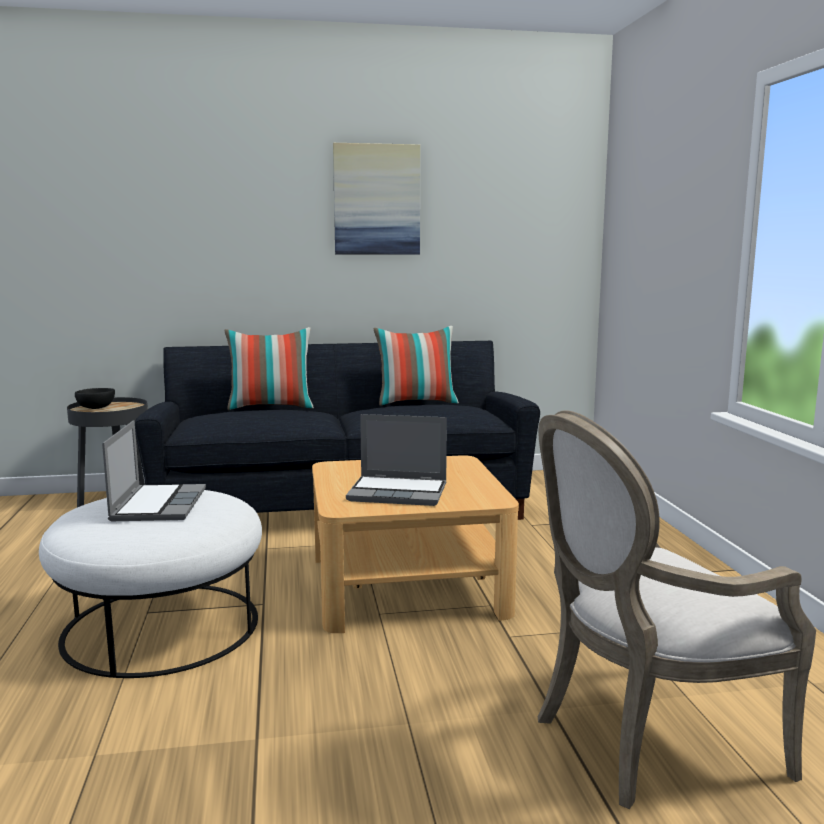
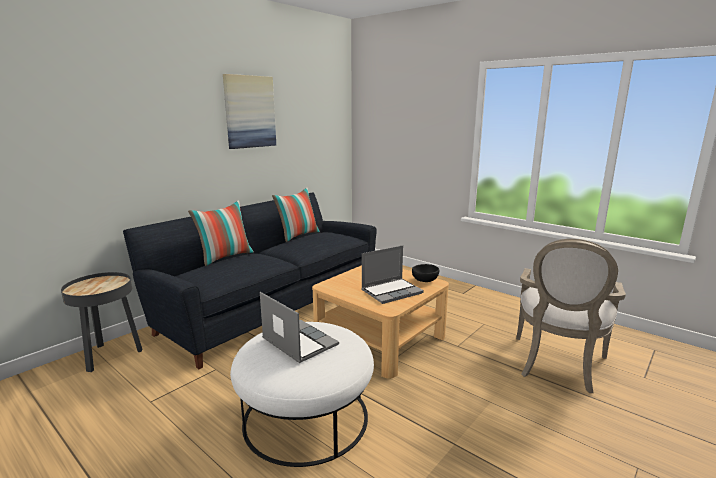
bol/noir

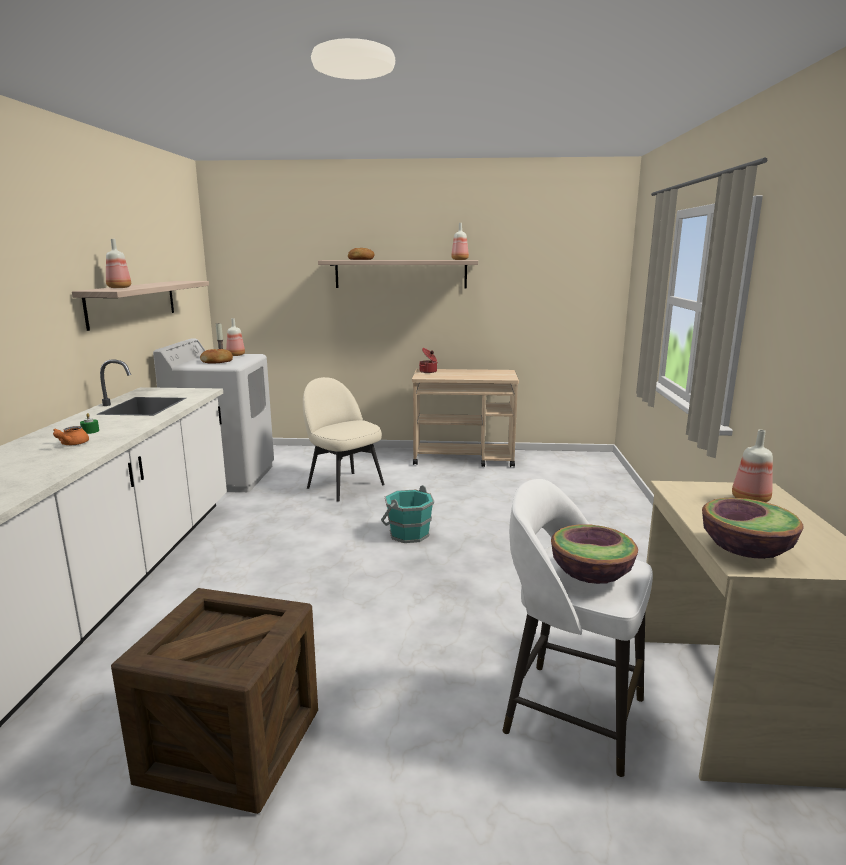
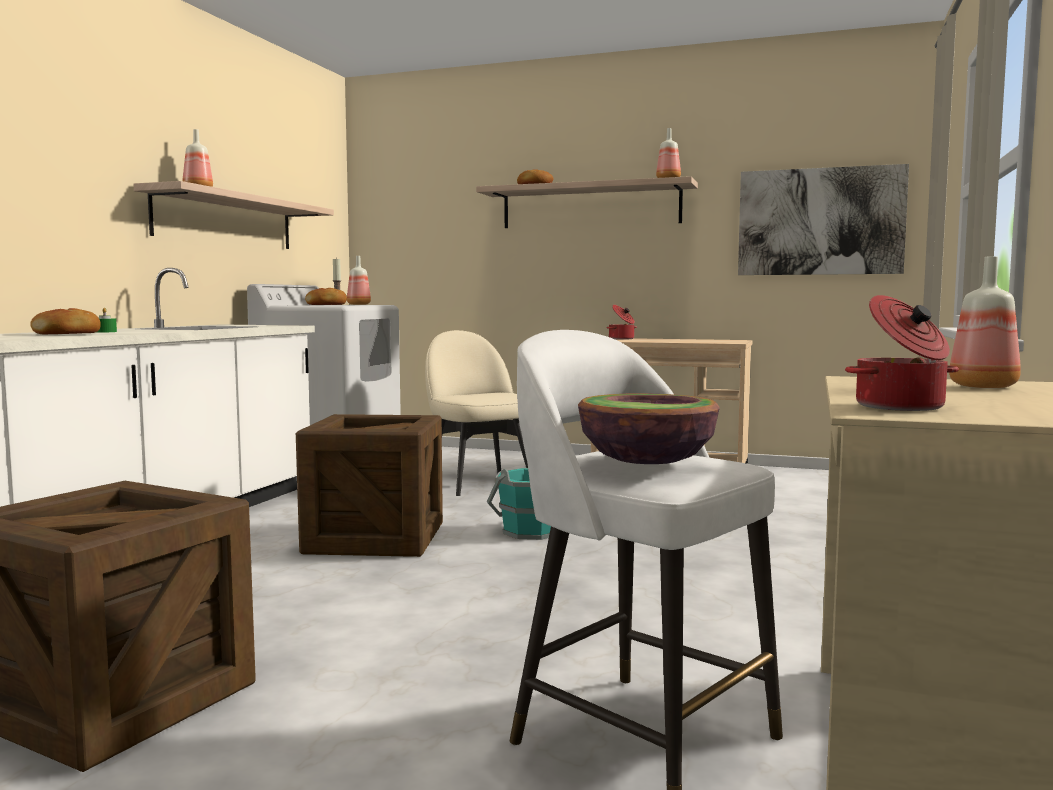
caisse (no. 2 from left); tableau; pain (no. 1 from left); marmite (no. 2 from left)

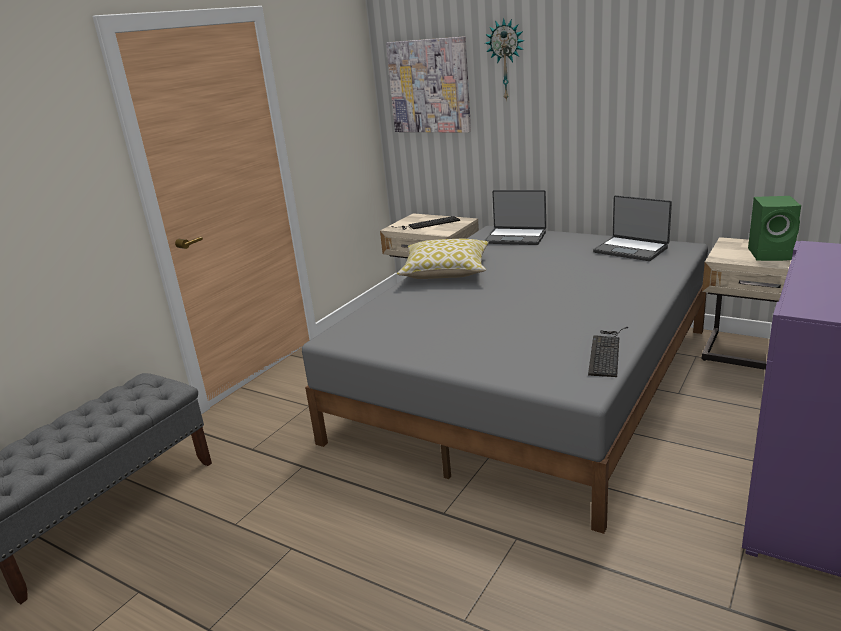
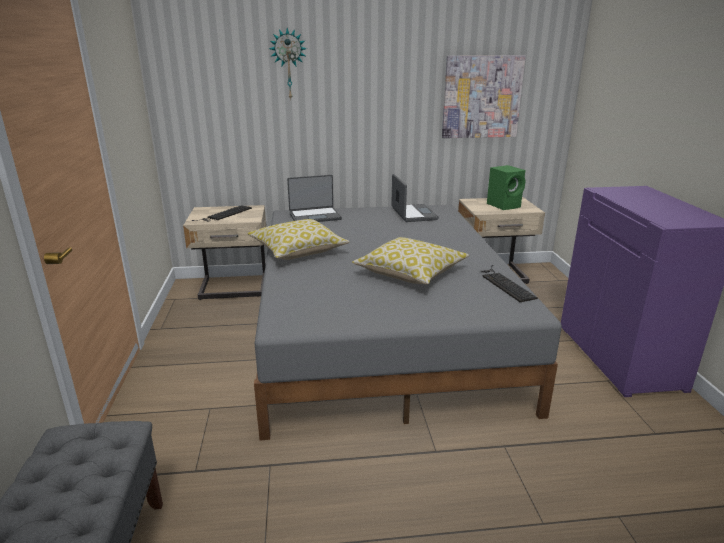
coussin (no. 2 from left); tableau; ordinateur portable (no. 2 from left)

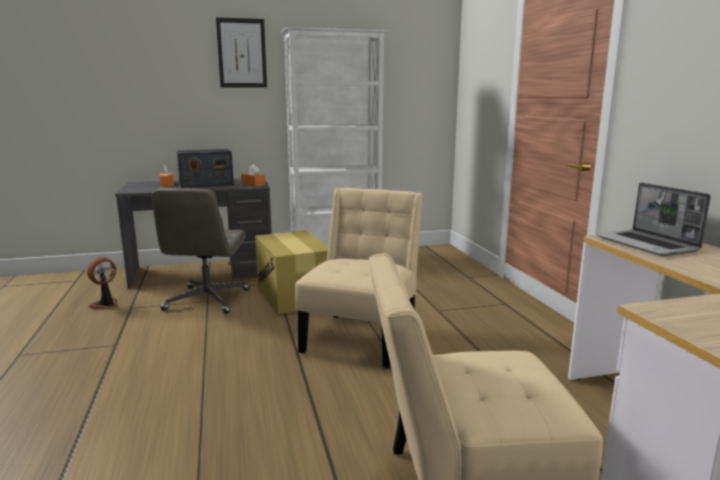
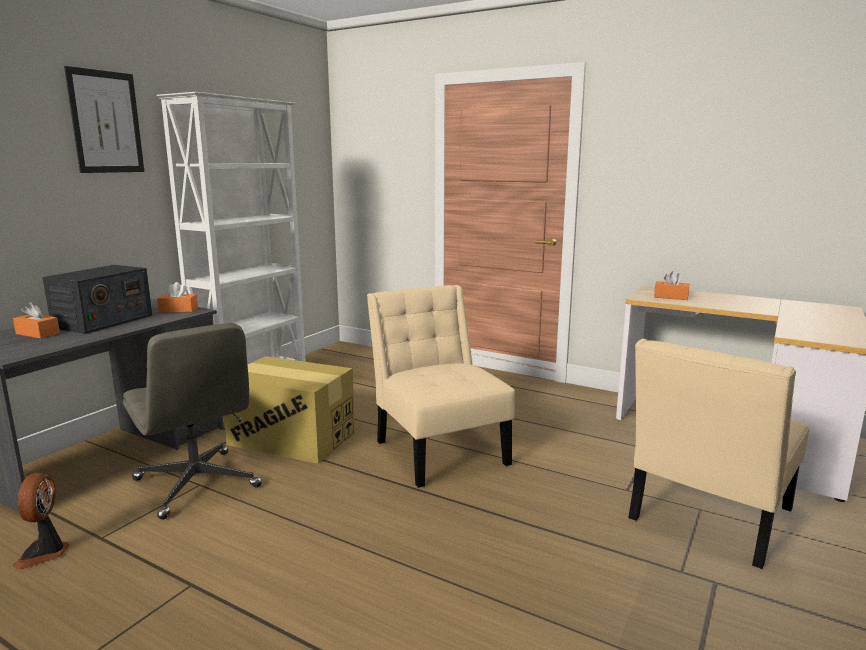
boîte à mouchoirs/orange (no. 3 from left)

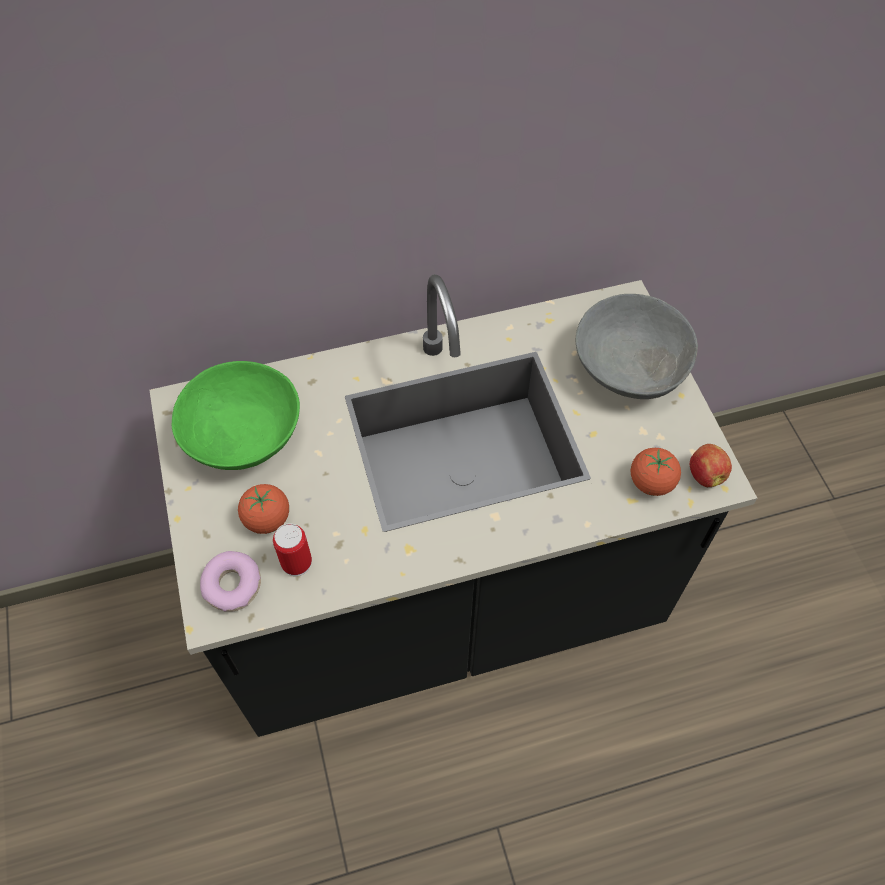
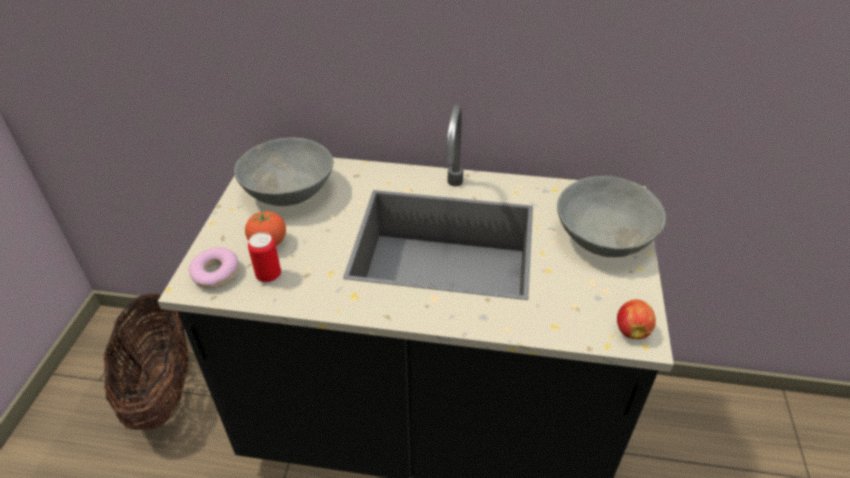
tomate (no. 2 from left in the first image); panier; bol/gris (no. 1 from left)

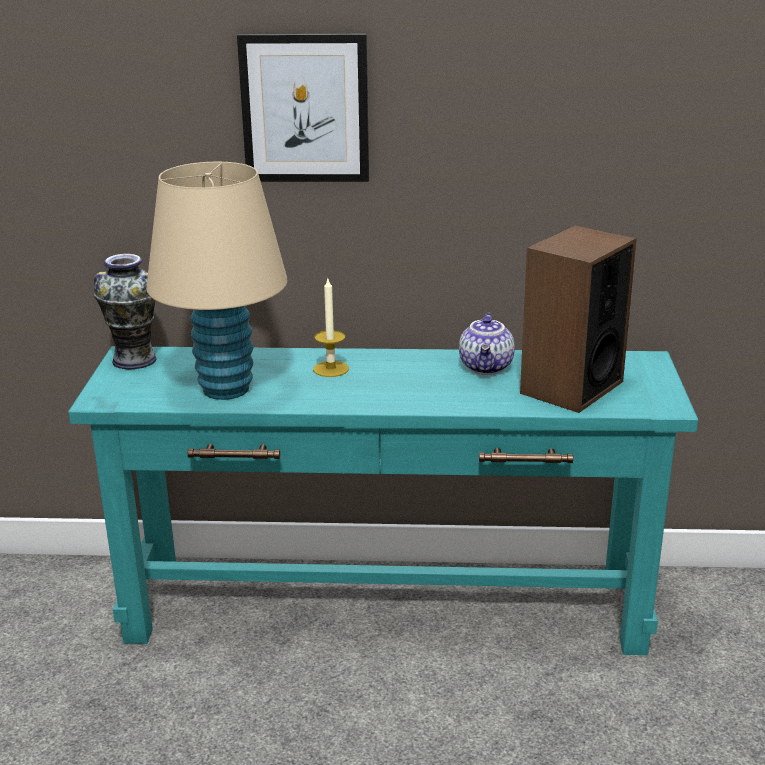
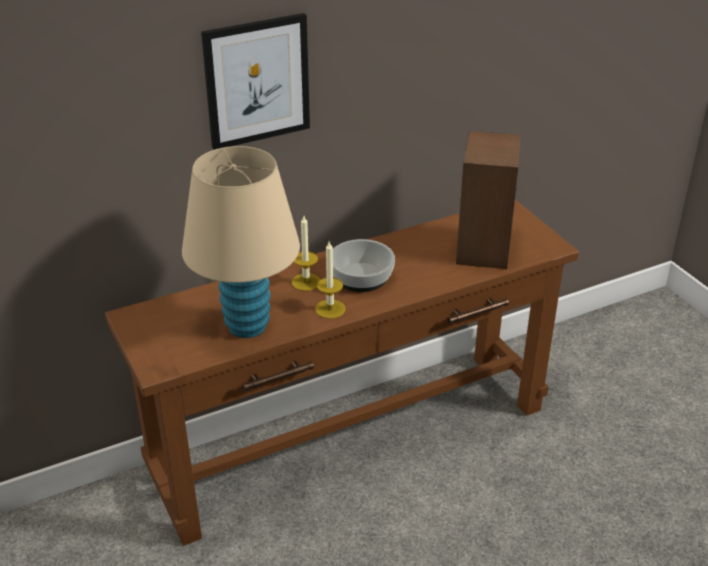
vase; théière; bougie (no. 2 from left); bol; table console/marron

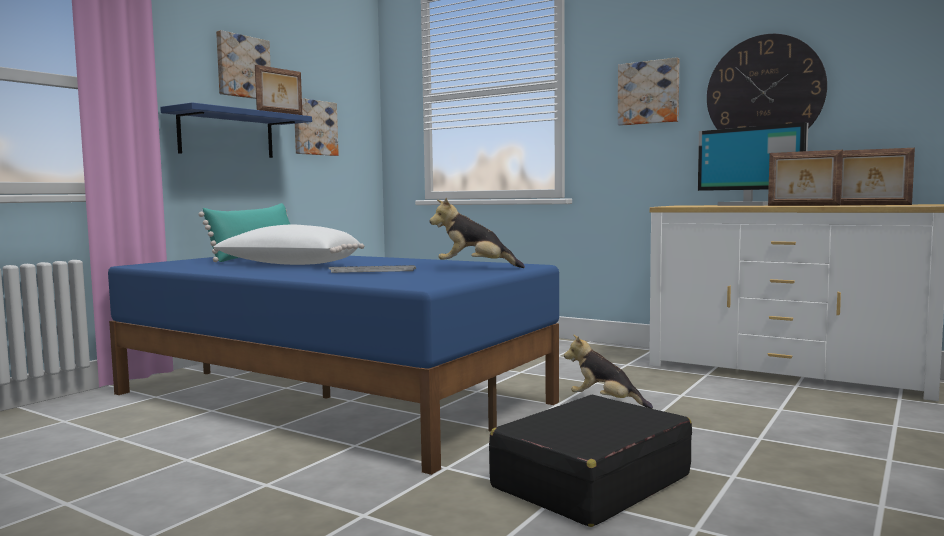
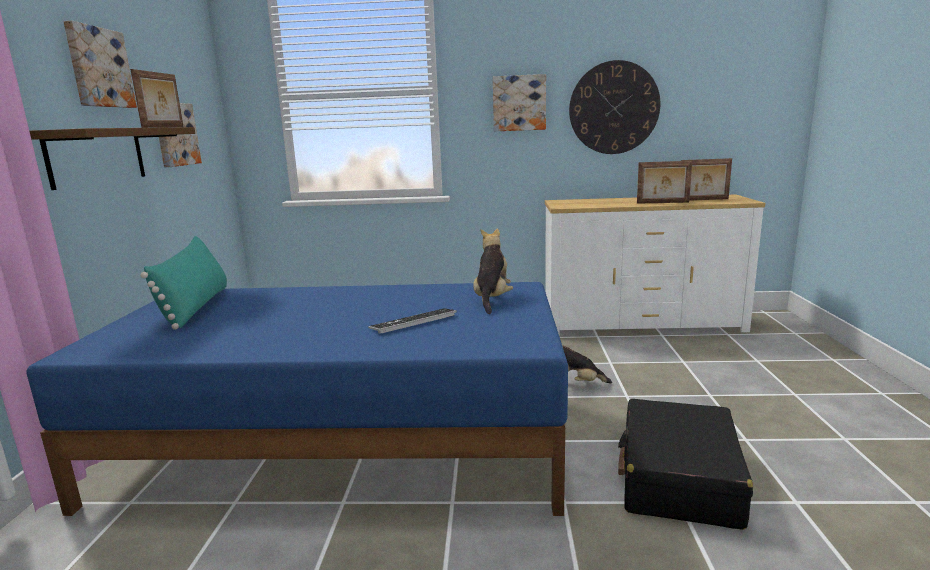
coussin/blanc; écran d'ordinateur; étagère/marron; peluche (no. 1 from left)

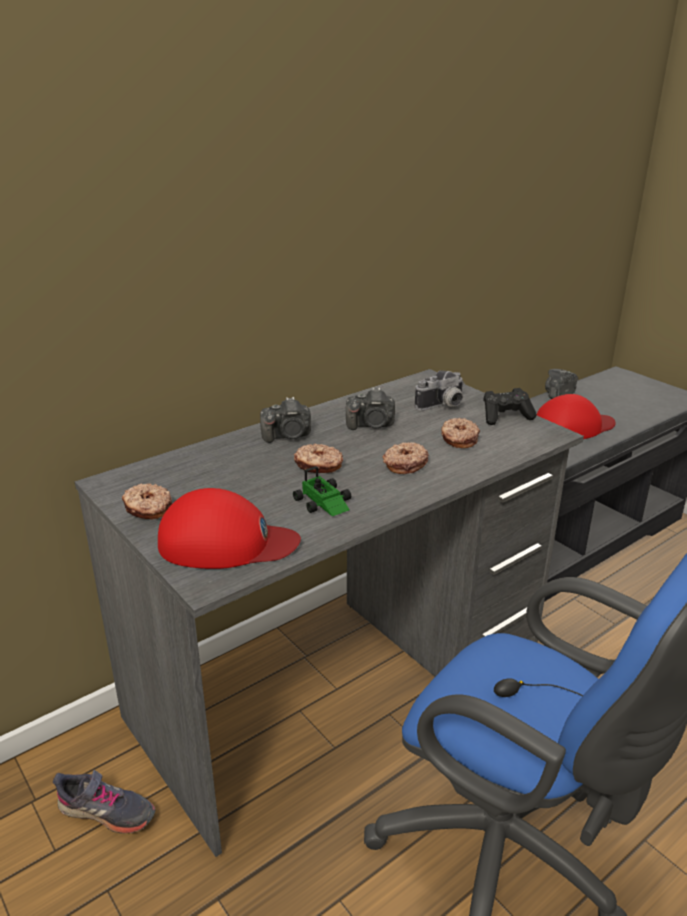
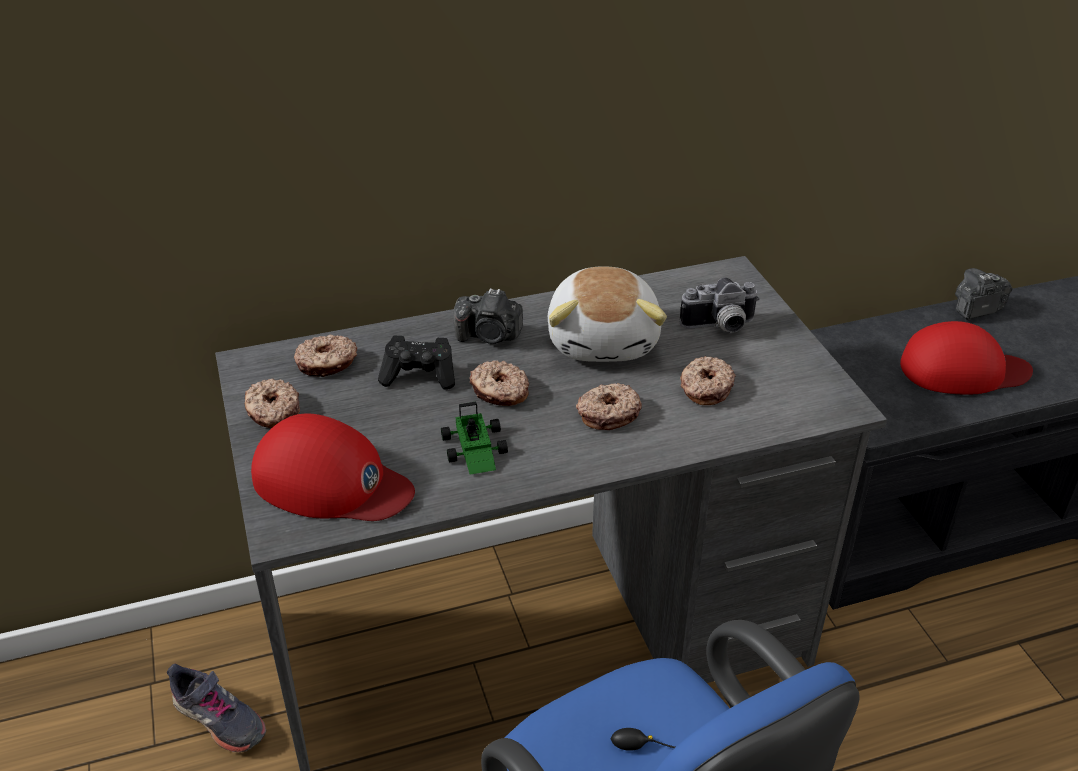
beignet (no. 2 from left); manette/noir; peluche

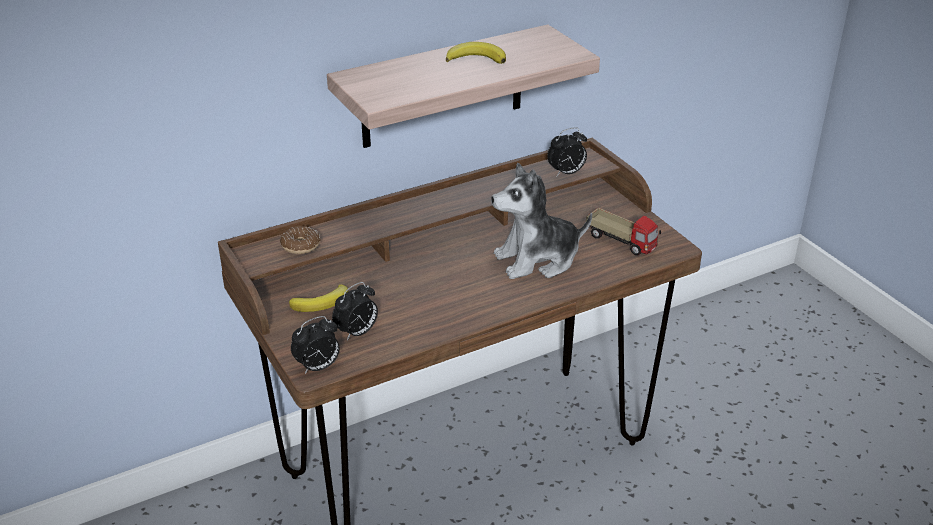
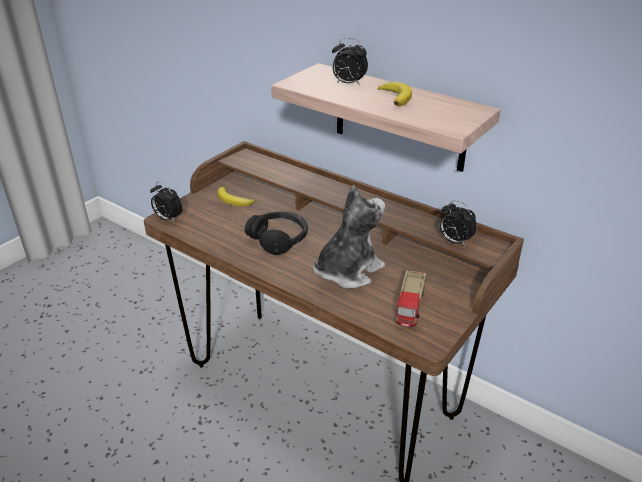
beignet; casque audio/noir; réveil (no. 2 from left); peluche

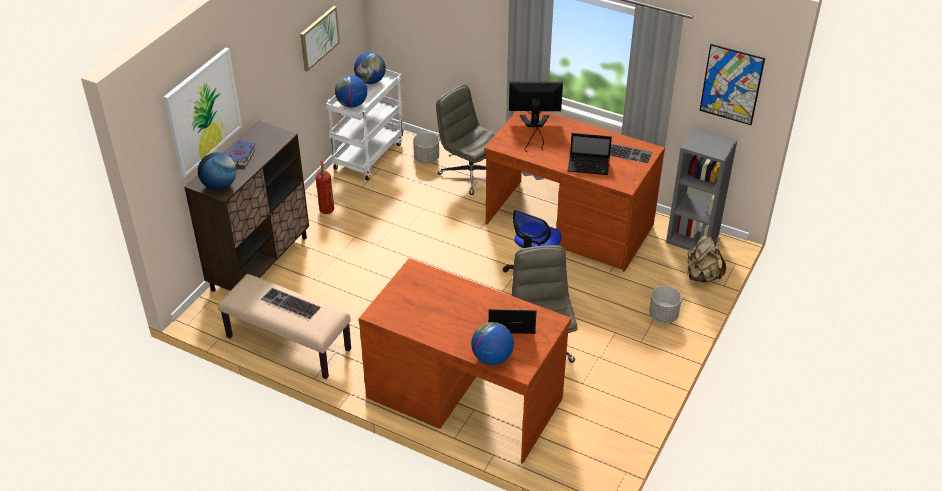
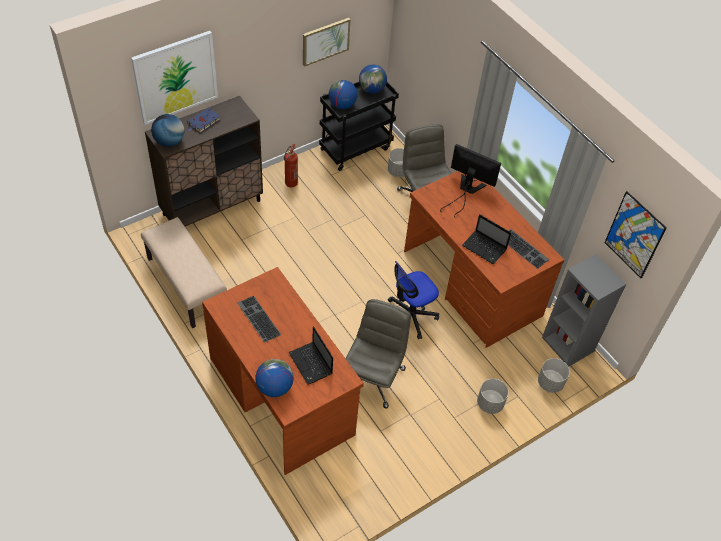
clavier (no. 1 from left); cache-pot/gris (no. 3 from left); chariot/noir; ordinateur portable (no. 1 from left)

